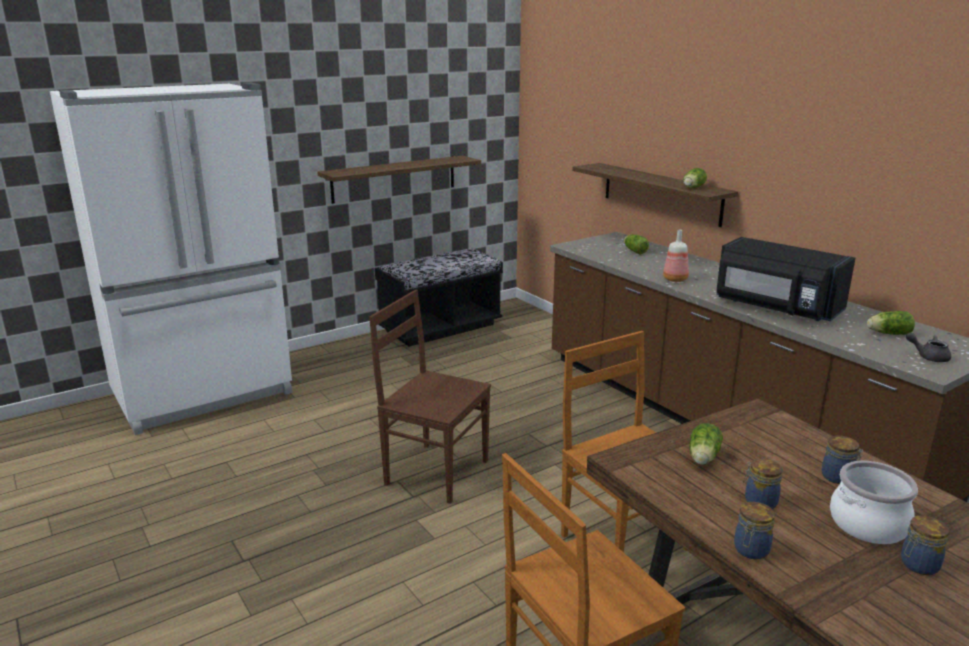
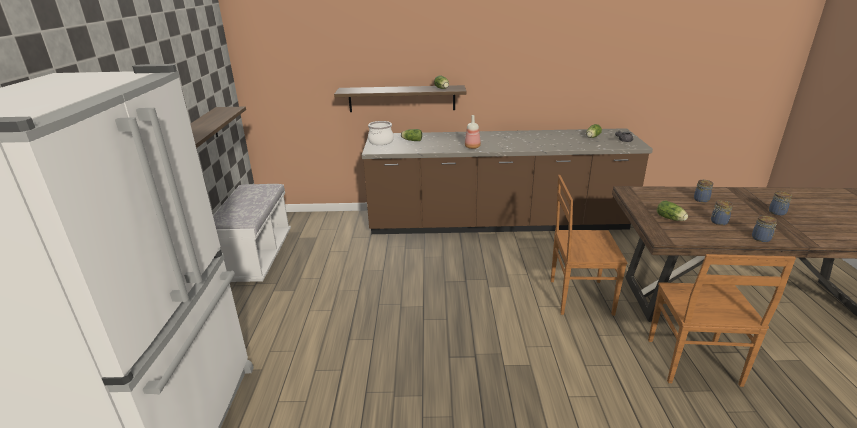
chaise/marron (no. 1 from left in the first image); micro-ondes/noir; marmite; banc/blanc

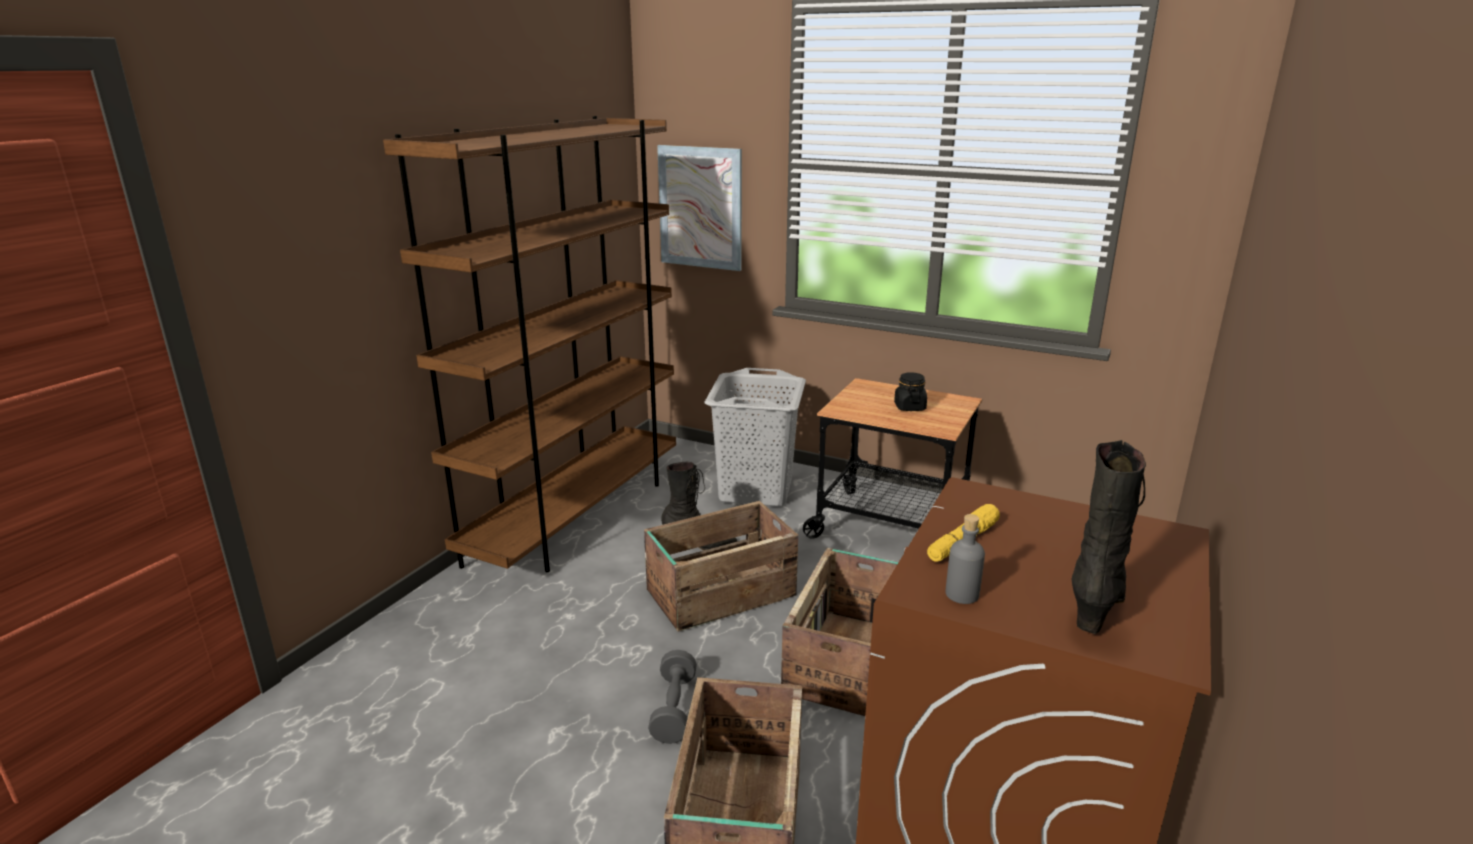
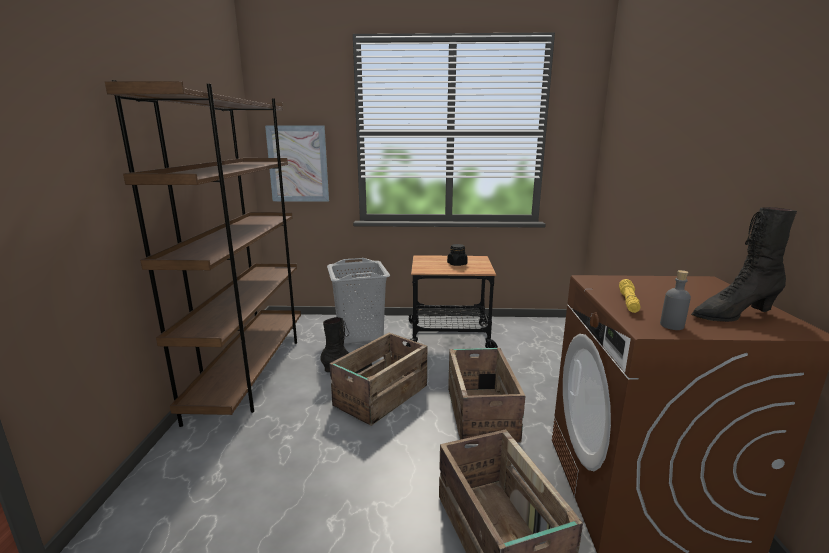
haltère/gris; botte/noir (no. 2 from left)

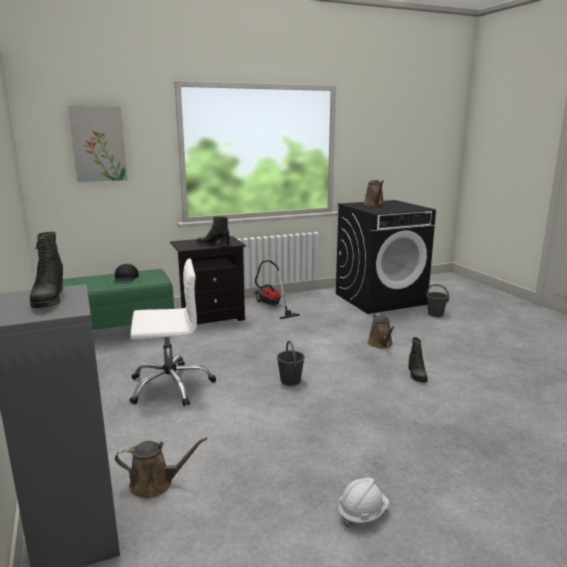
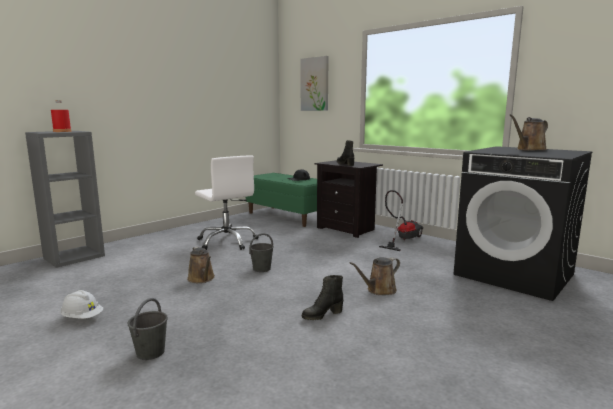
arrosoir/marron (no. 1 from left); seau/gris (no. 1 from left); bouteille/rouge

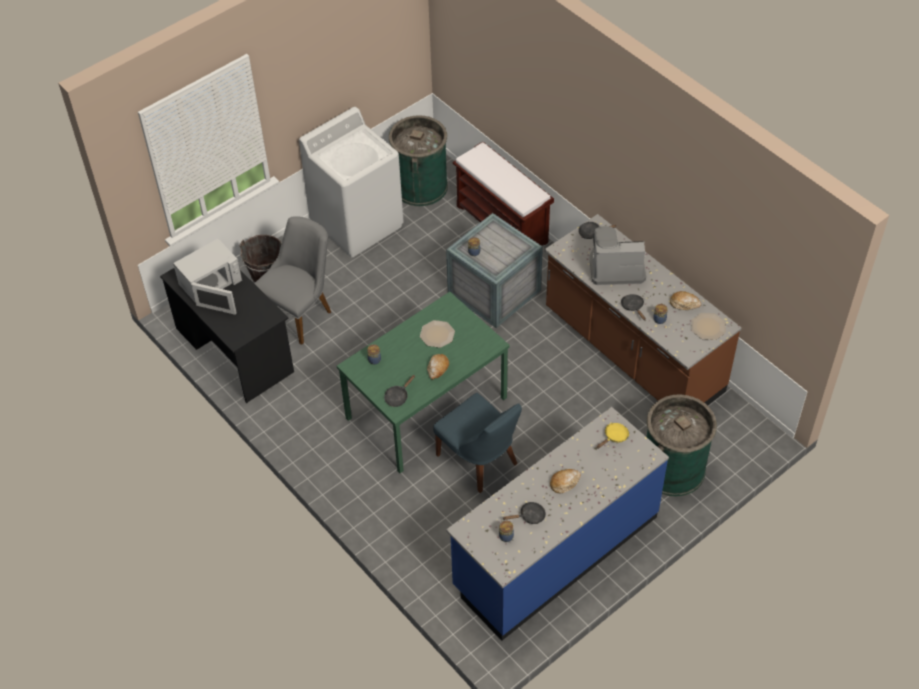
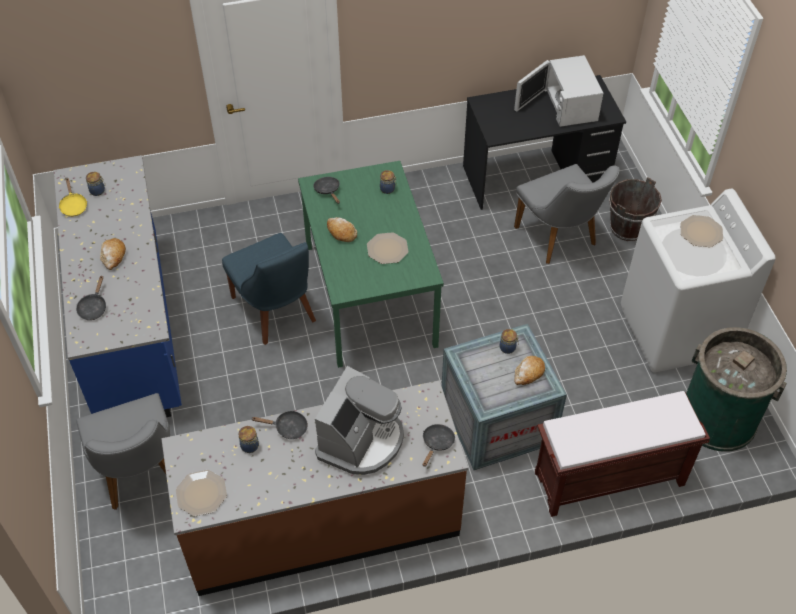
assiette (no. 3 from left); poêle/noir (no. 1 from left); poêle/jaune; pain (no. 3 from left); chaise/gris (no. 1 from left); chaise/bleu

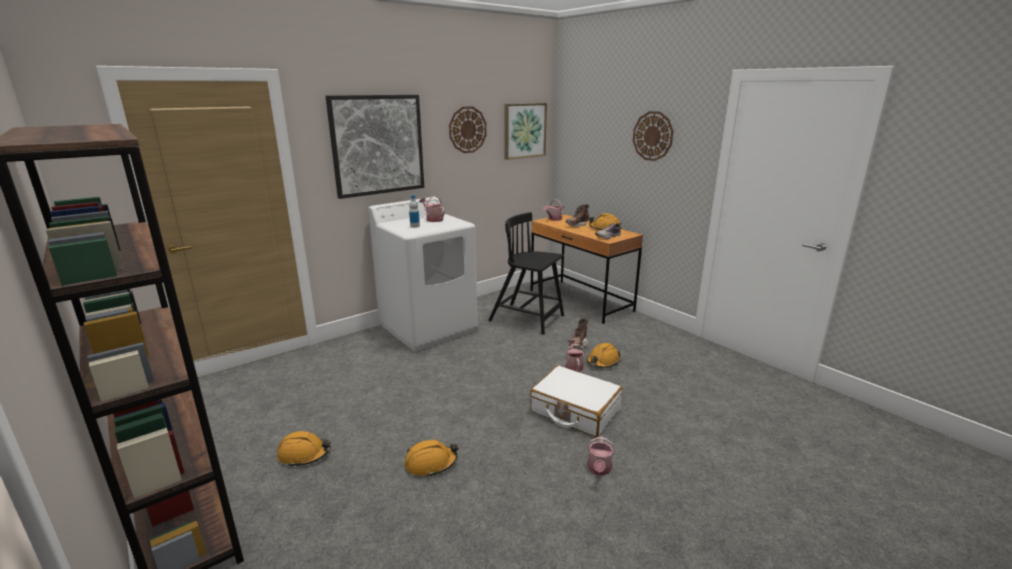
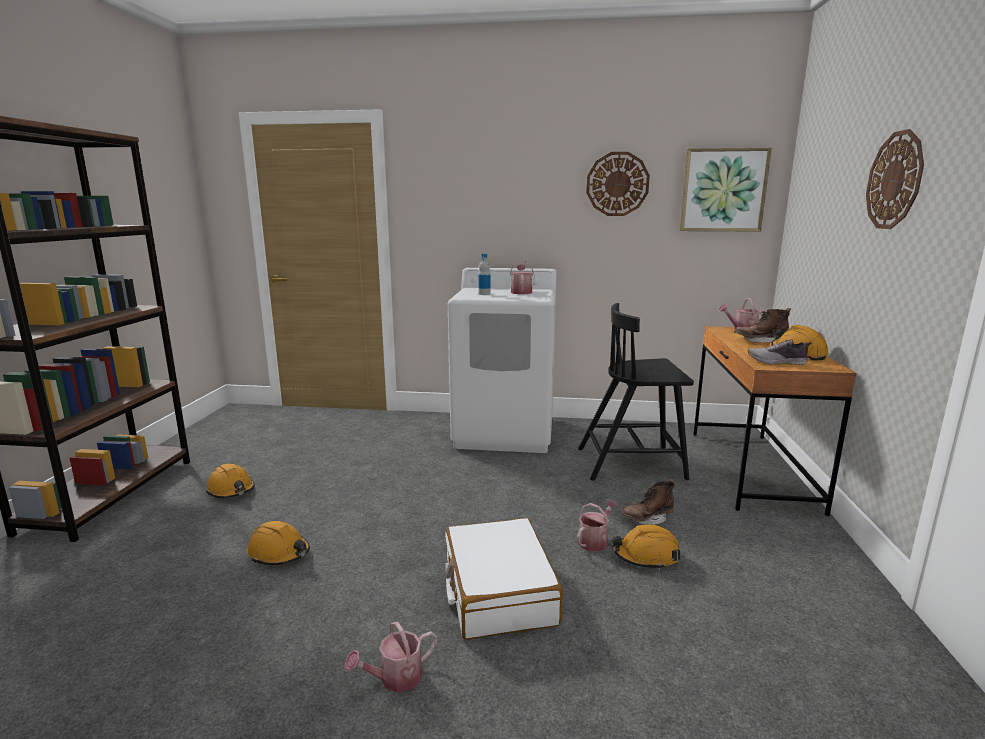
tableau (no. 1 from left in the first image); chaise/noir

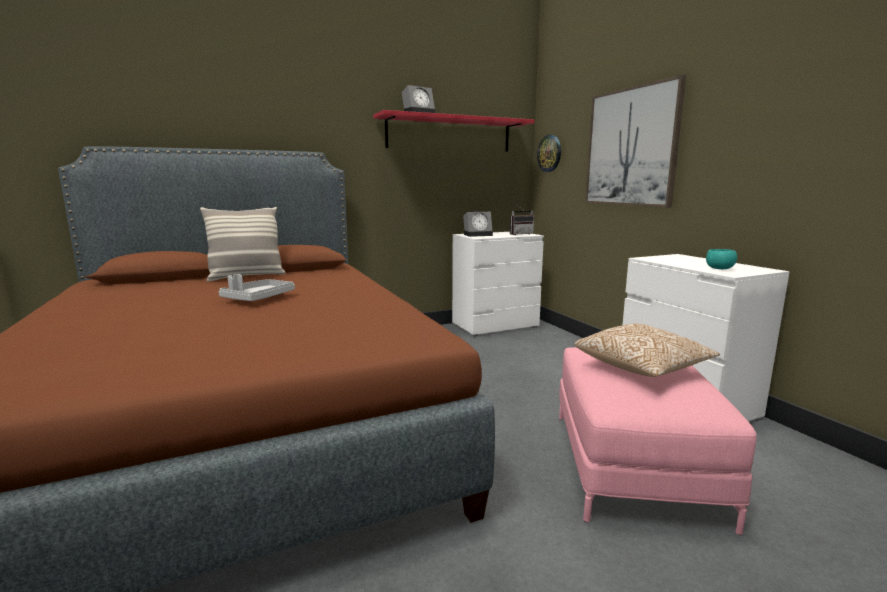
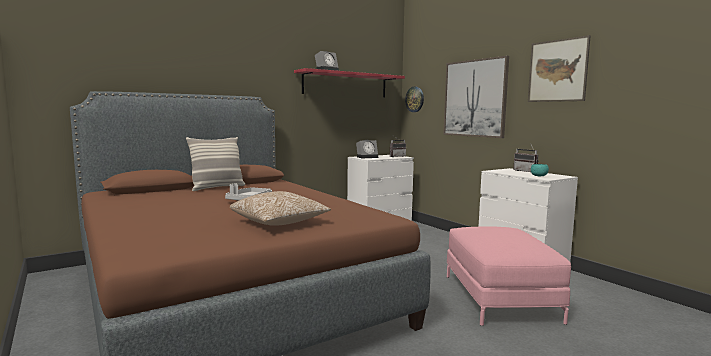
radio (no. 2 from left); tableau (no. 2 from left); coussin (no. 2 from left)

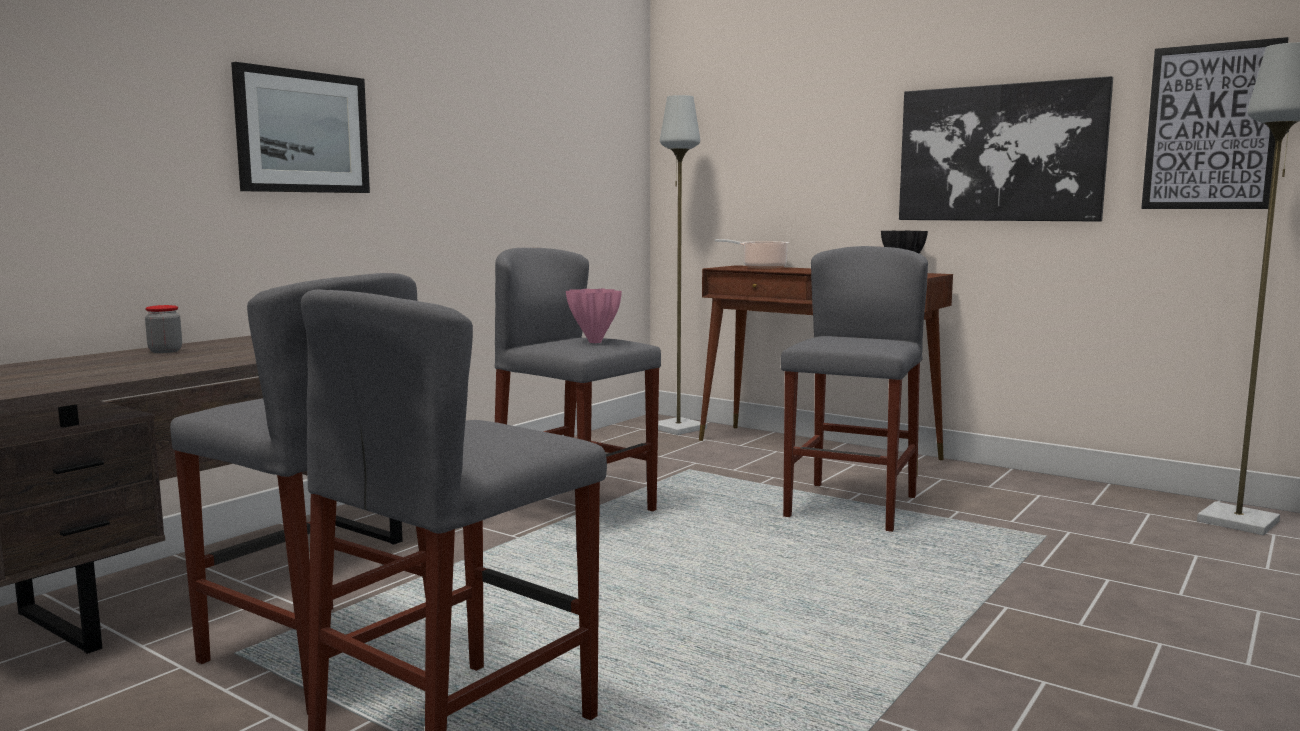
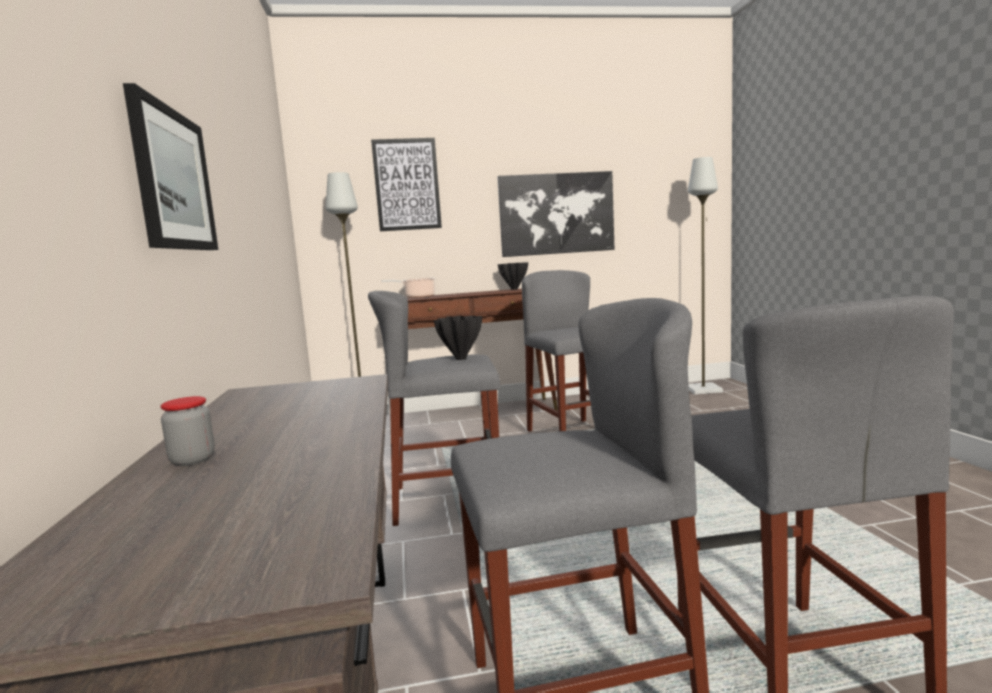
tableau (no. 2 from left); vase/noir (no. 1 from left)

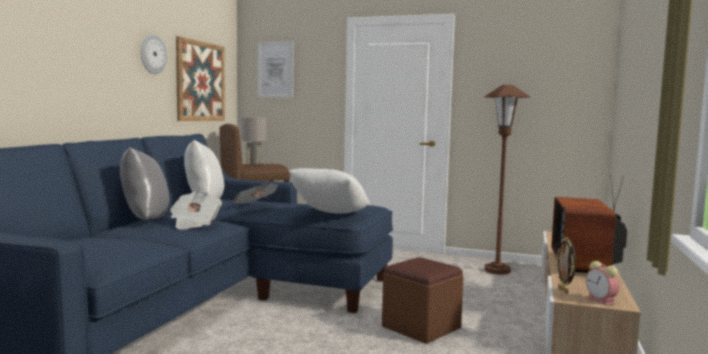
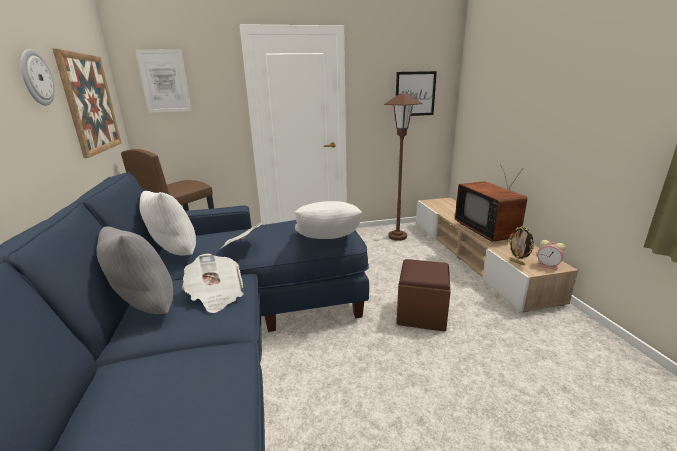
lampe de table/gris; tableau (no. 3 from left)

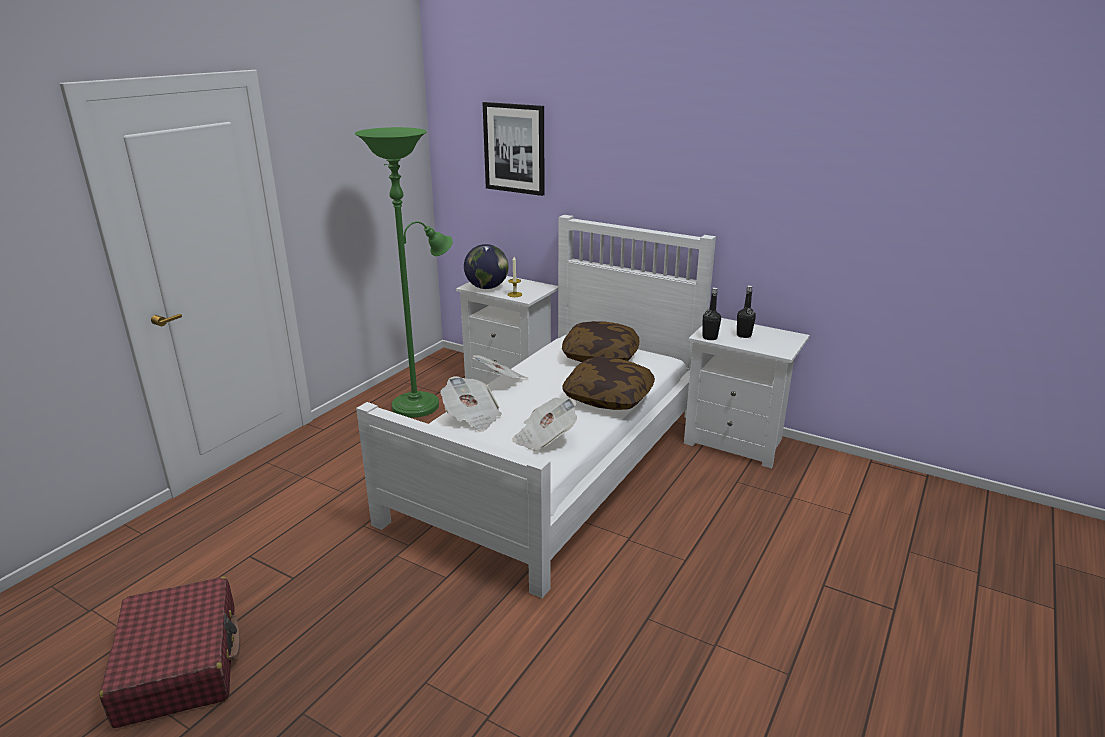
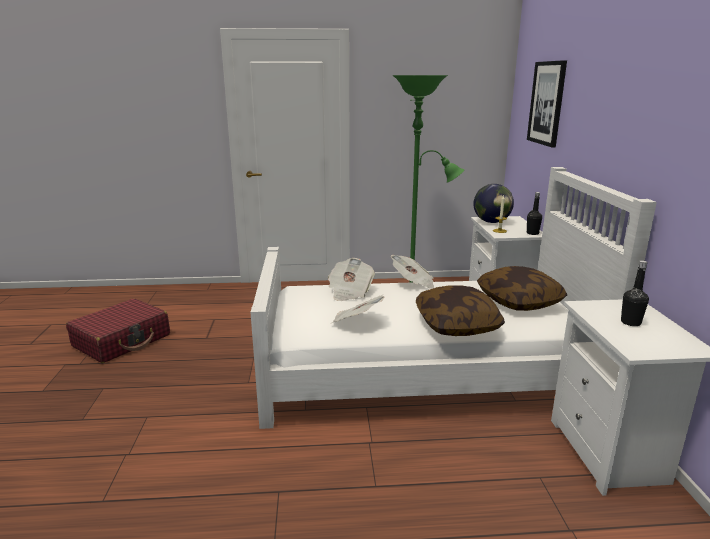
bouteille/noir (no. 1 from left)

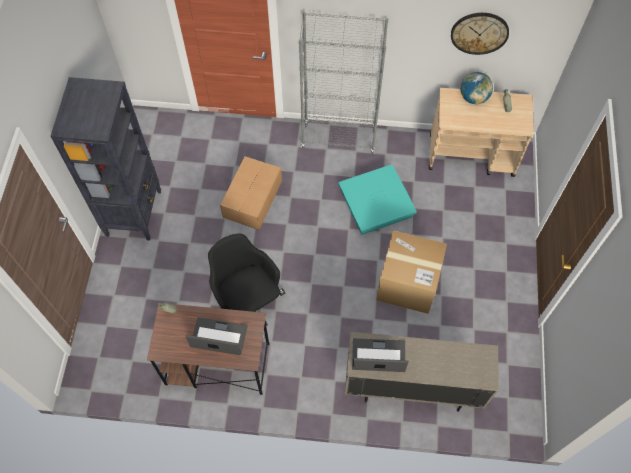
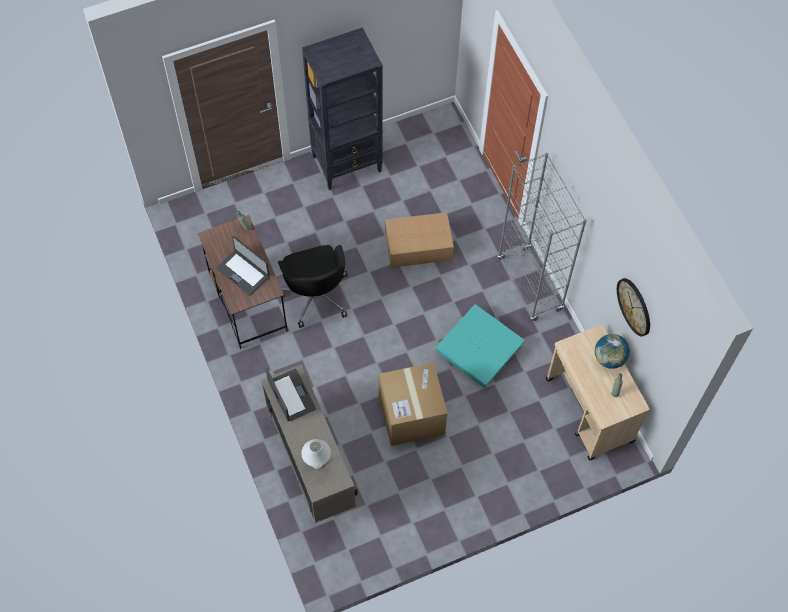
lampe de table/blanc; ordinateur portable (no. 1 from left); chaise de bureau/noir

